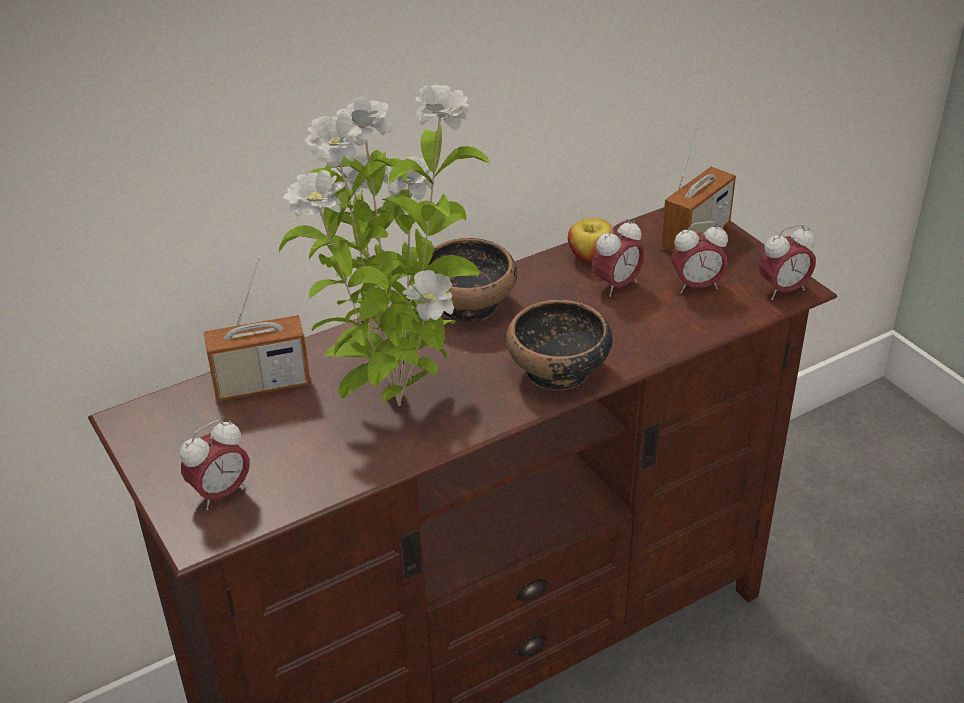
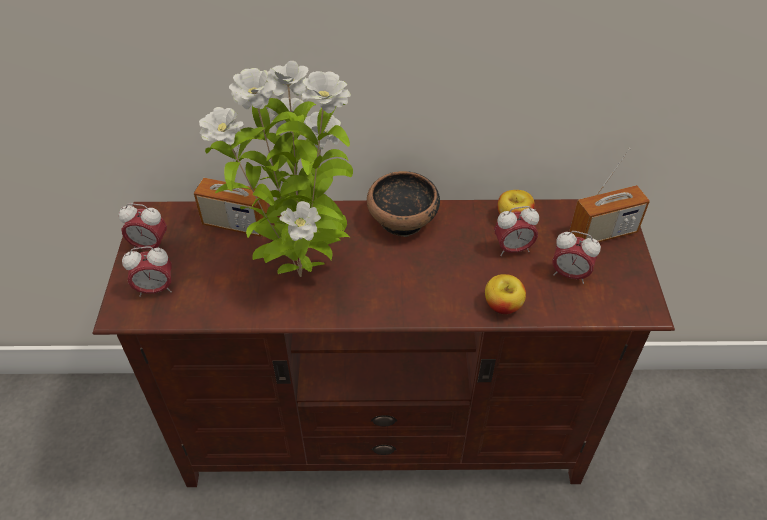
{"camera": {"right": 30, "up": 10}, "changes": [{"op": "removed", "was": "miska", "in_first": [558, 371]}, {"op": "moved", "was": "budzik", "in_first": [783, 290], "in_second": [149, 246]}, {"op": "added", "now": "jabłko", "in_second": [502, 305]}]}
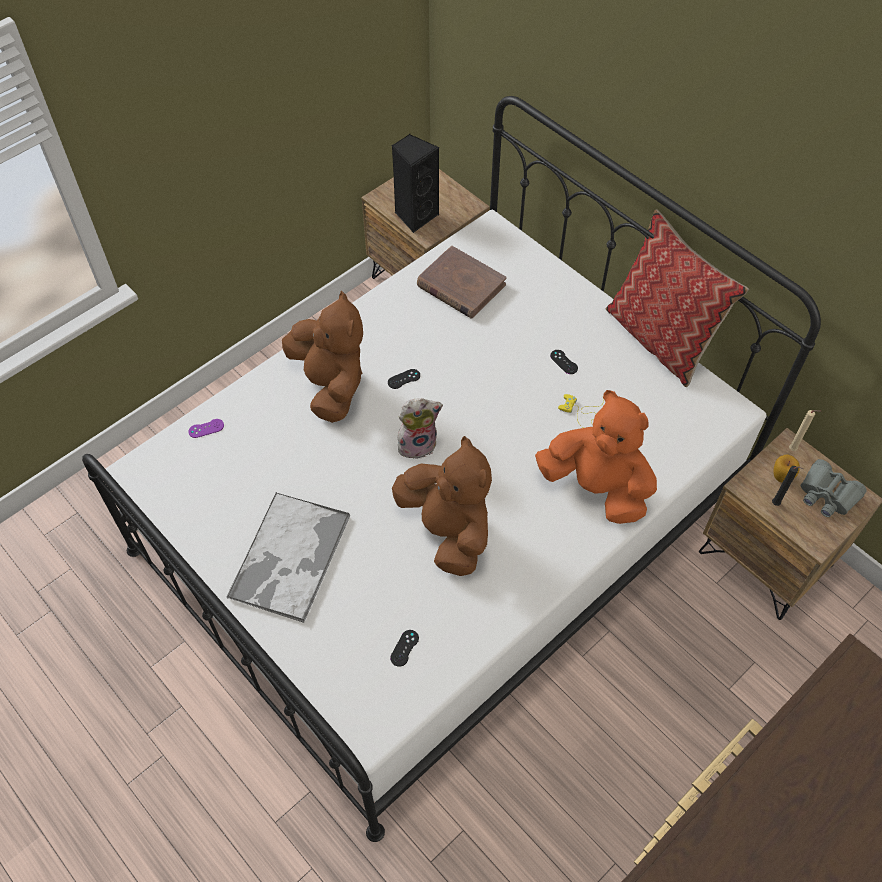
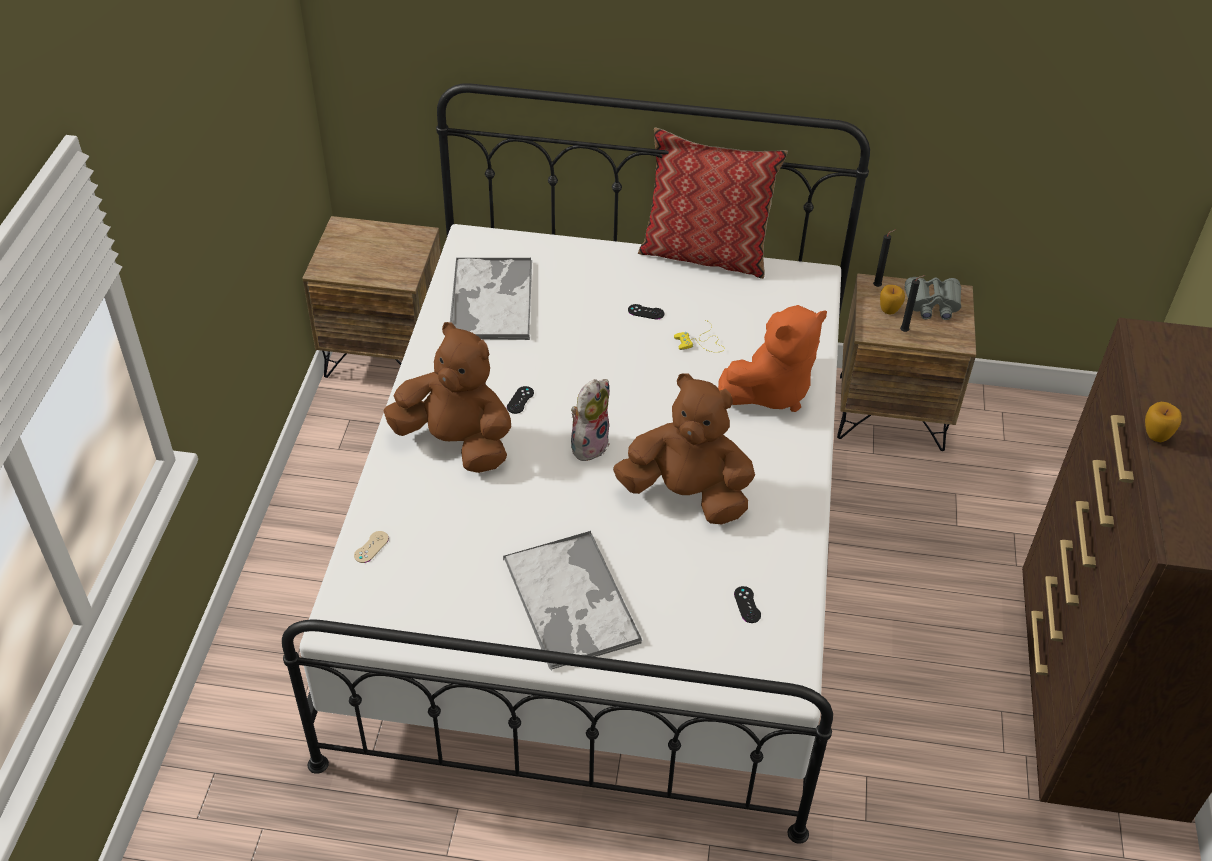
{"camera": {"right": -40, "up": -10}, "changes": [{"op": "recoloured", "was": "pad do gier (fioletowy)", "now": "pad do gier (beżowy)", "in_first": [206, 428], "in_second": [371, 547]}, {"op": "removed", "was": "głośnik (czarny)", "in_first": [415, 215]}, {"op": "replaced", "was": "książka (brązowy)", "now": "taca", "in_first": [460, 286], "in_second": [491, 299]}, {"op": "turned", "was": "pluszak (pomarańczowy)", "in_first": [596, 487], "in_second": [771, 390], "clockwise": 150}, {"op": "recoloured", "was": "świeca (beżowy)", "now": "świeca (czarny)", "in_first": [793, 450], "in_second": [878, 286]}, {"op": "added", "now": "jabłko", "in_second": [1155, 436]}]}
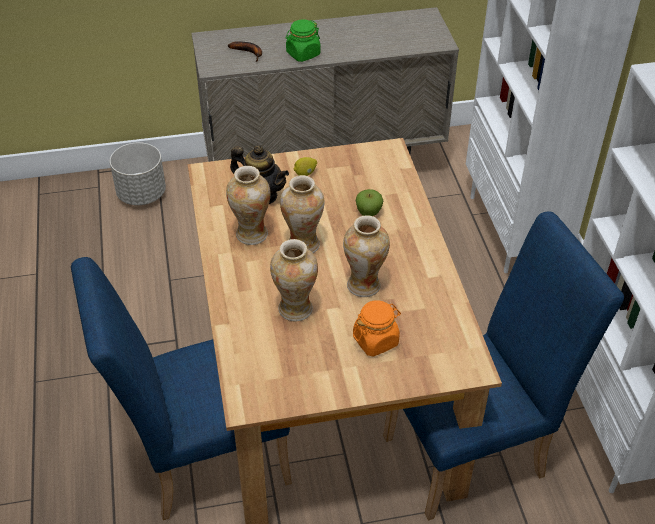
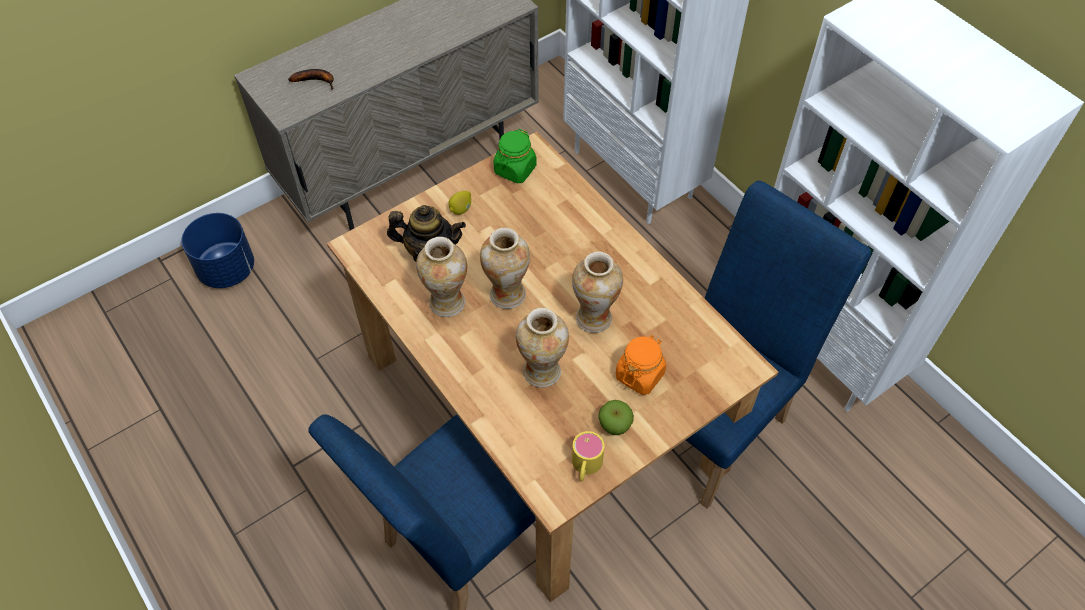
{"camera": {"right": -25, "up": 10}, "changes": [{"op": "recoloured", "was": "donica (szary)", "now": "donica (niebieski)", "in_first": [142, 194], "in_second": [227, 269]}, {"op": "moved", "was": "słoik (zielony)", "in_first": [303, 54], "in_second": [515, 170]}, {"op": "moved", "was": "jabłko", "in_first": [368, 213], "in_second": [614, 426]}, {"op": "added", "now": "kubek (żółty)", "in_second": [585, 467]}]}
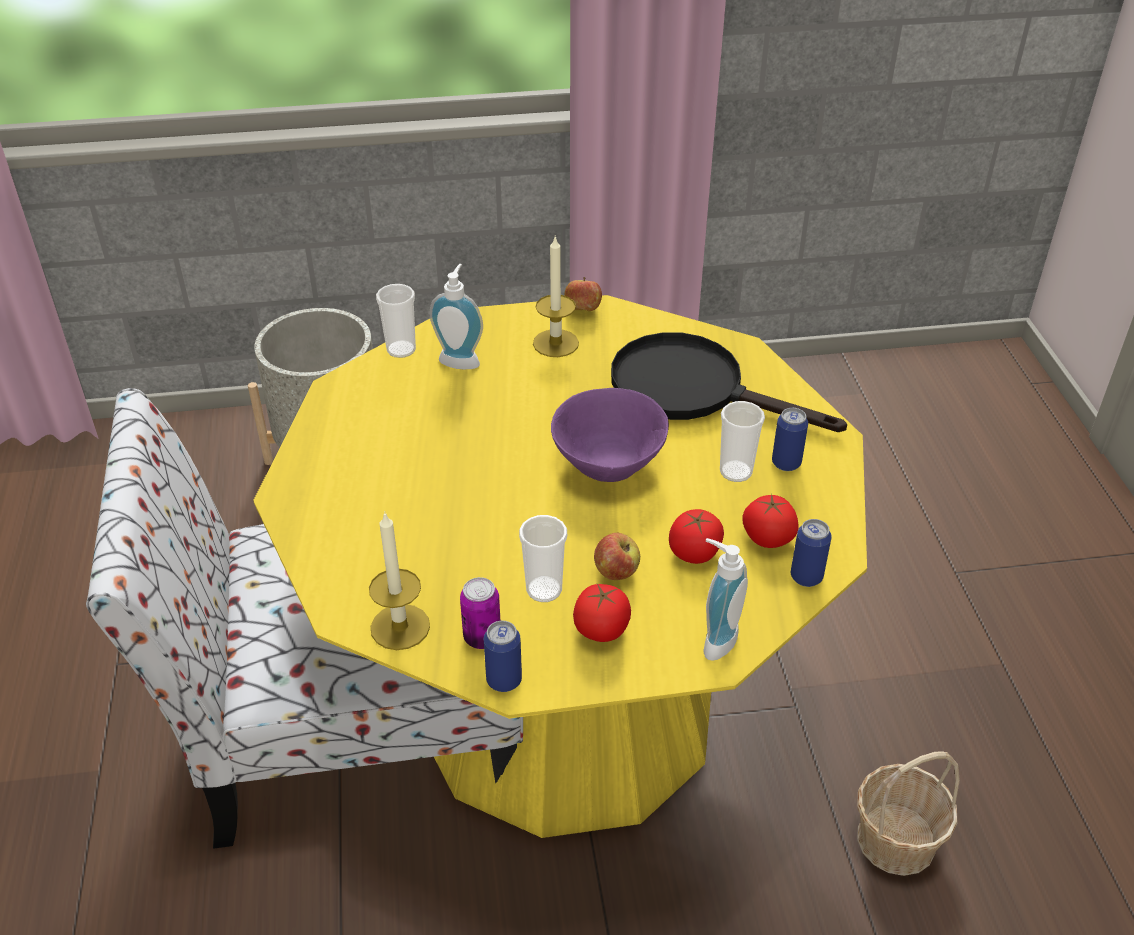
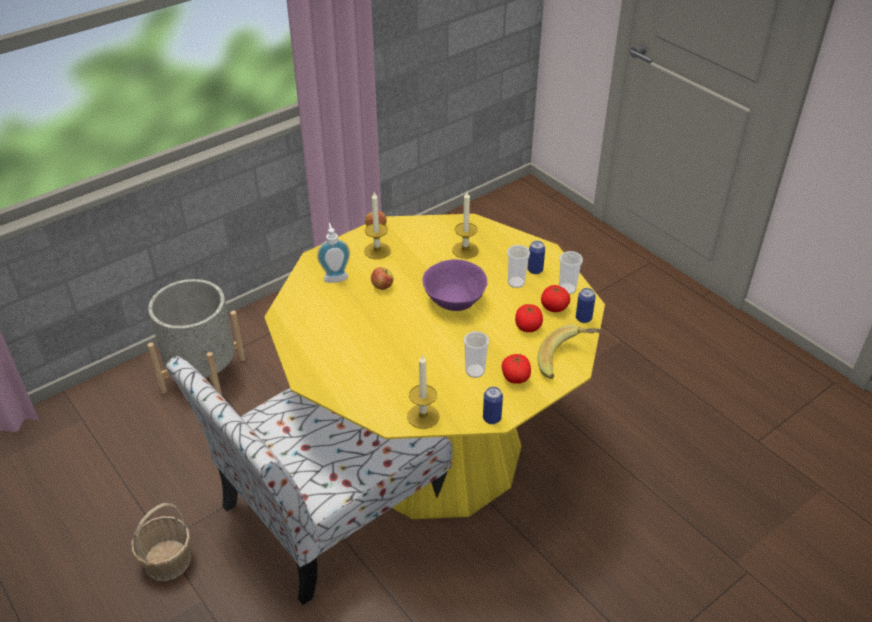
{"camera": {"right": -30, "up": 0}, "changes": [{"op": "moved", "was": "filiżanka", "in_first": [401, 349], "in_second": [567, 289]}, {"op": "removed", "was": "puszka", "in_first": [482, 637]}, {"op": "moved", "was": "jabłko", "in_first": [616, 572], "in_second": [382, 286]}, {"op": "replaced", "was": "patelnia (czarny)", "now": "świeca", "in_first": [694, 389], "in_second": [465, 250]}, {"op": "replaced", "was": "dozownik mydła", "now": "banan", "in_first": [715, 639], "in_second": [567, 361]}, {"op": "moved", "was": "koszyk", "in_first": [895, 840], "in_second": [167, 561]}]}
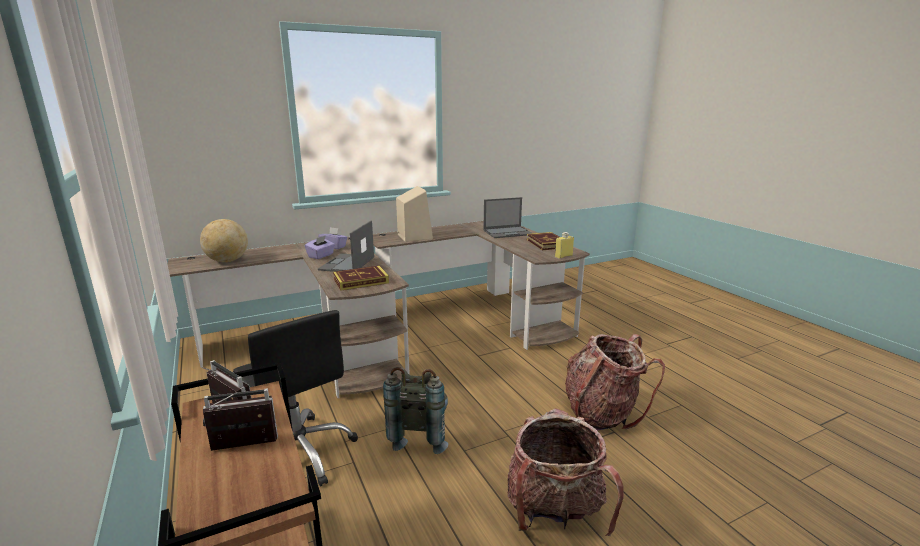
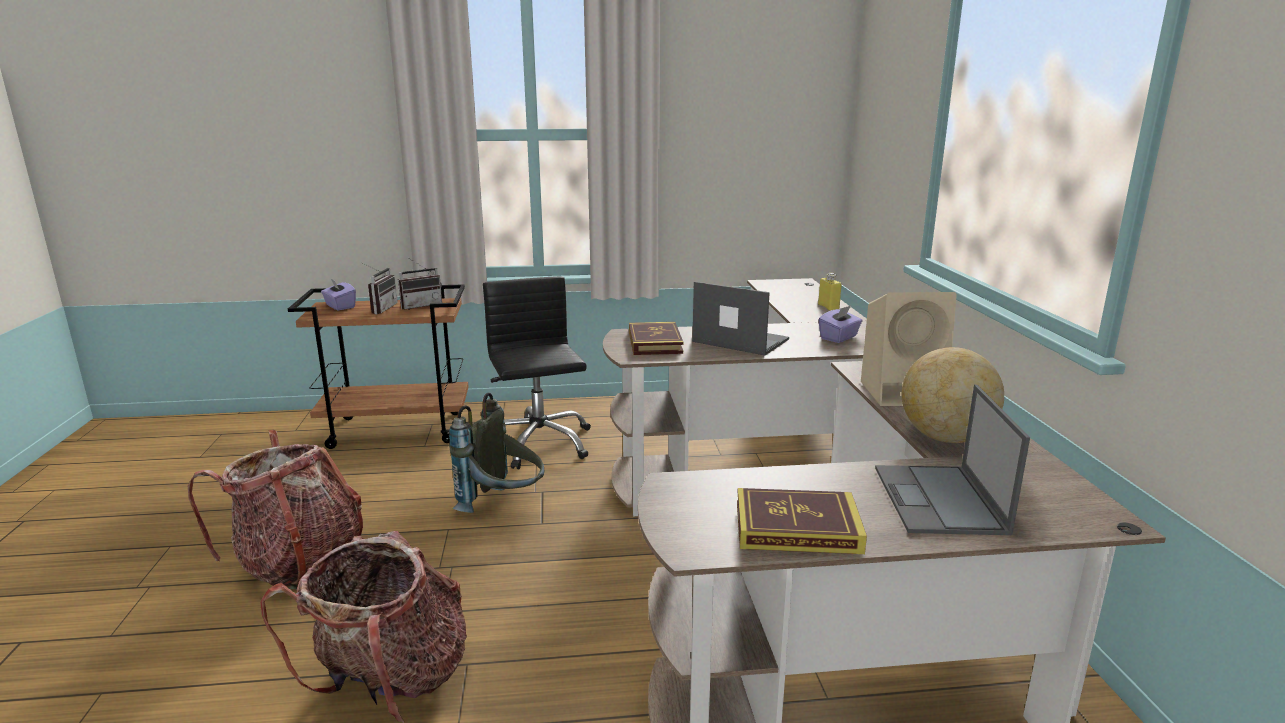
{"camera": {"right": 110, "up": 0}, "changes": [{"op": "moved", "was": "globus", "in_first": [227, 261], "in_second": [945, 438]}, {"op": "turned", "was": "krzesło biurowe (czarny)", "in_first": [300, 453], "in_second": [539, 443], "clockwise": 90}, {"op": "moved", "was": "pudełko chusteczek (fioletowy)", "in_first": [321, 256], "in_second": [340, 306]}, {"op": "moved", "was": "butelka (żółty)", "in_first": [563, 256], "in_second": [828, 307]}]}
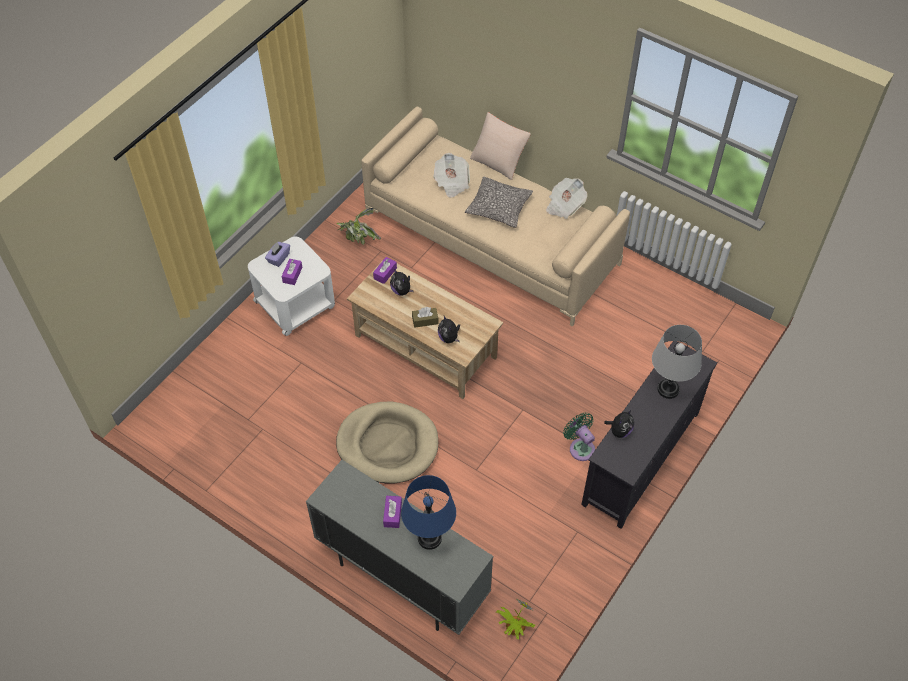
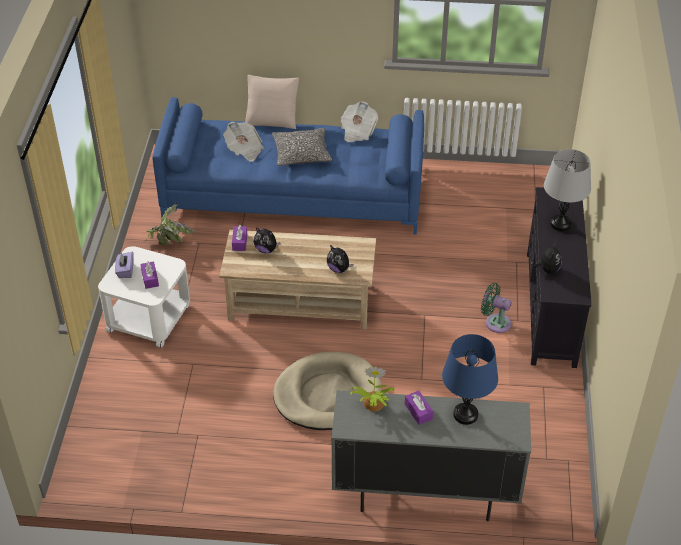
{"camera": {"right": -30, "up": -10}, "changes": [{"op": "recoloured", "was": "kanapa (beżowy)", "now": "kanapa (niebieski)", "in_first": [491, 239], "in_second": [293, 195]}, {"op": "removed", "was": "pudełko chusteczek (brązowy)", "in_first": [425, 320]}, {"op": "moved", "was": "roślina doniczkowa", "in_first": [514, 626], "in_second": [372, 403]}]}
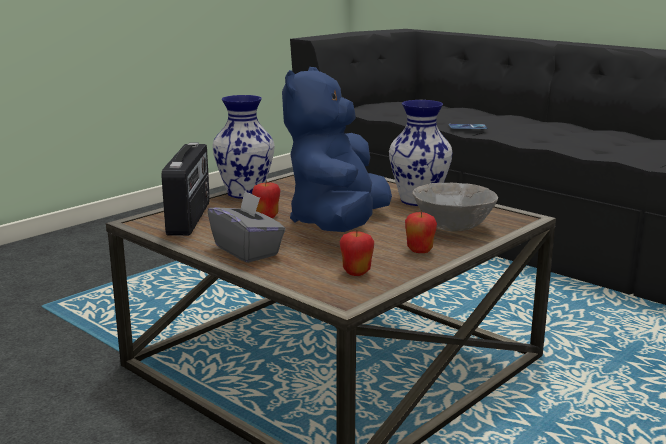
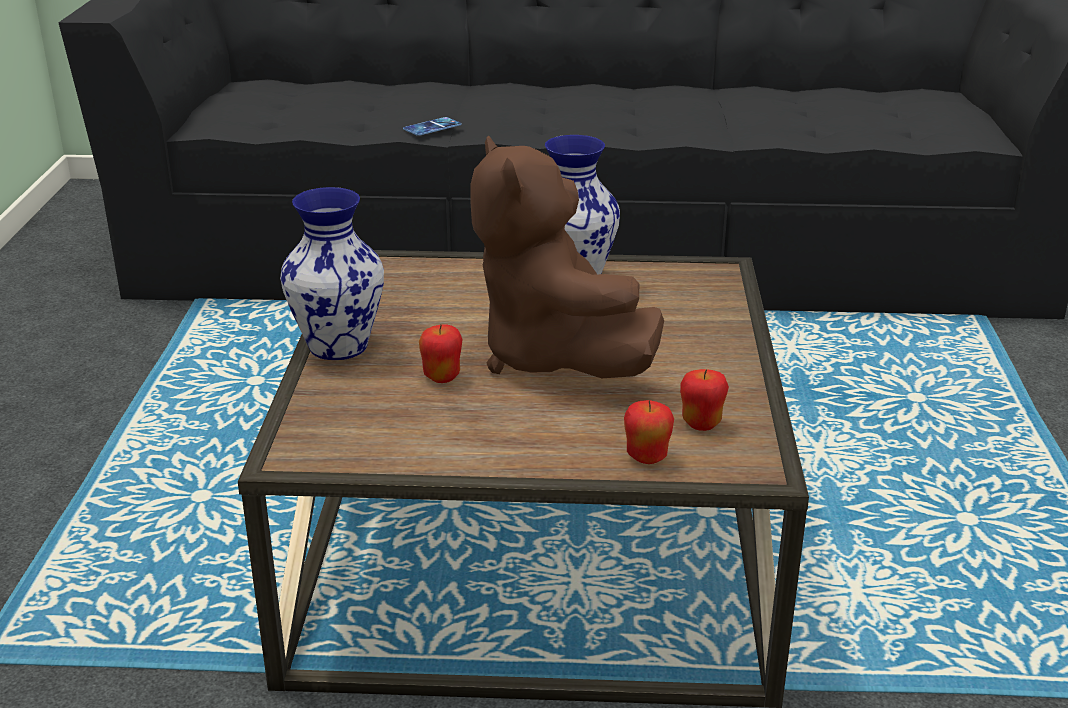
{"camera": {"right": -40, "up": 10}, "changes": [{"op": "removed", "was": "radio", "in_first": [190, 218]}, {"op": "removed", "was": "pudełko chusteczek (szary)", "in_first": [247, 251]}, {"op": "recoloured", "was": "pluszak (niebieski)", "now": "pluszak (brązowy)", "in_first": [338, 225], "in_second": [554, 357]}, {"op": "moved", "was": "jabłko", "in_first": [419, 251], "in_second": [647, 458]}, {"op": "removed", "was": "miska (szary)", "in_first": [452, 227]}]}
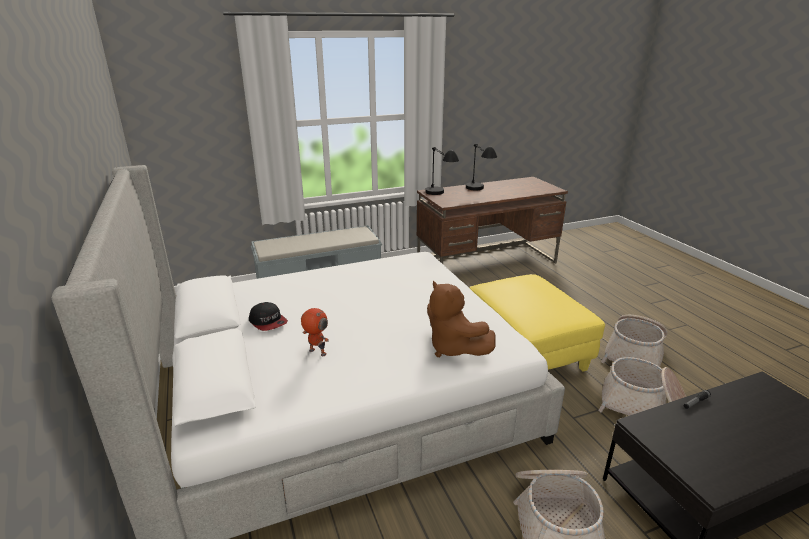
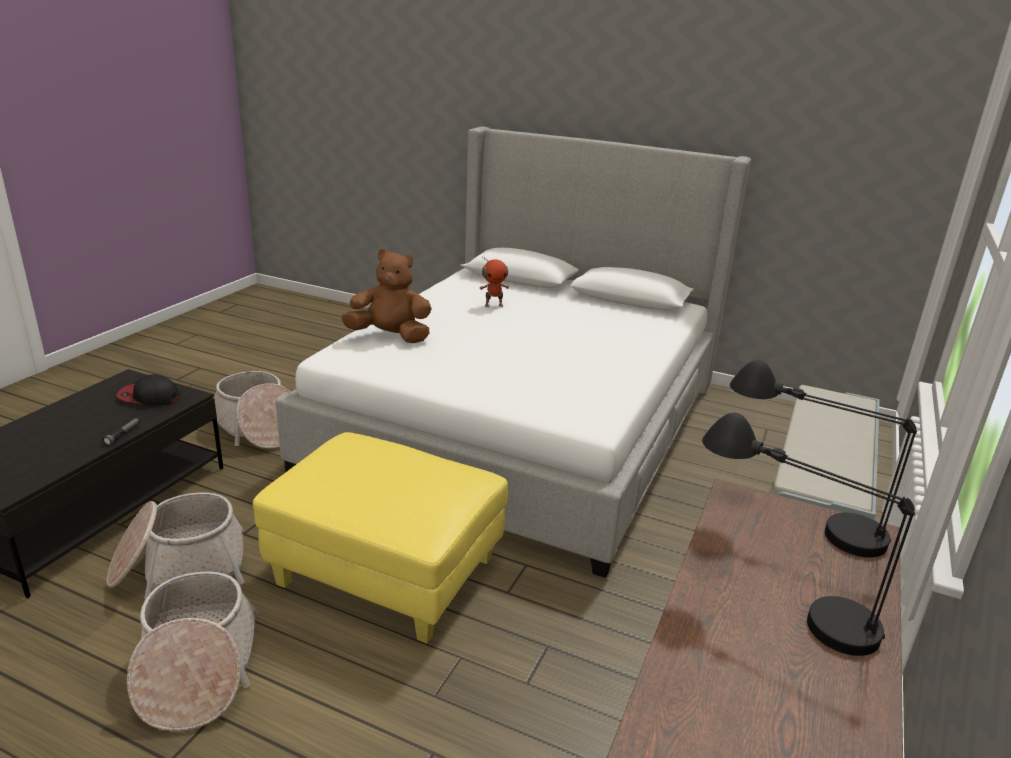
{"camera": {"right": 135, "up": 0}, "changes": [{"op": "moved", "was": "czapka z daszkiem", "in_first": [268, 322], "in_second": [148, 397]}]}
